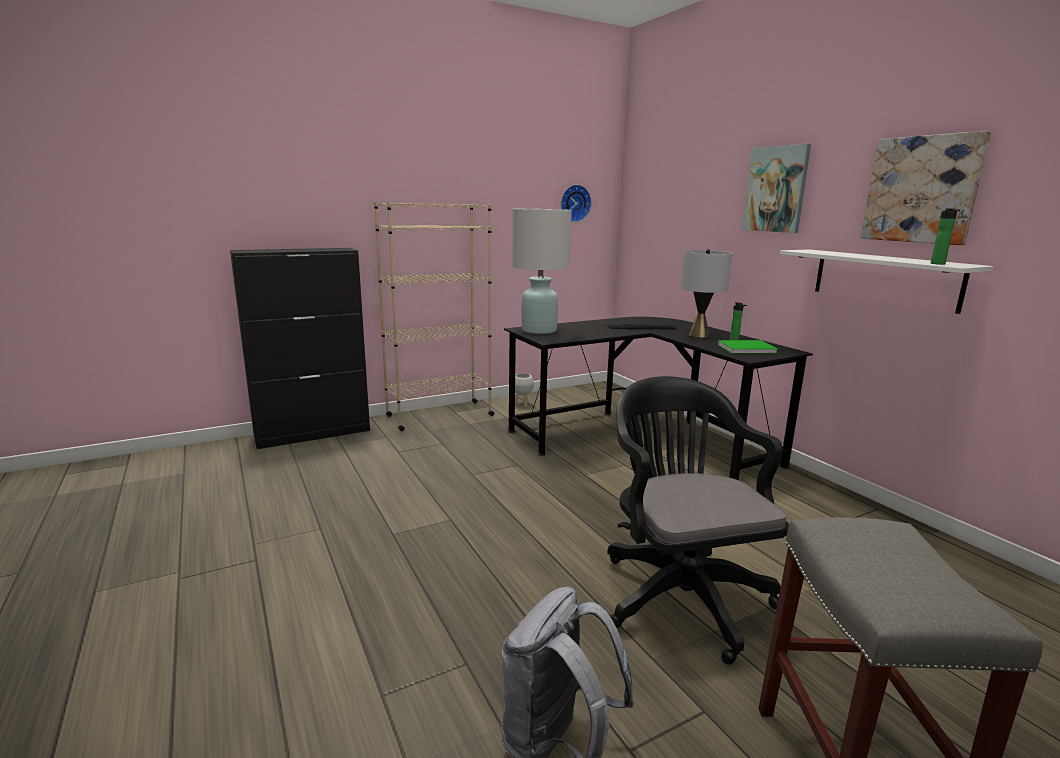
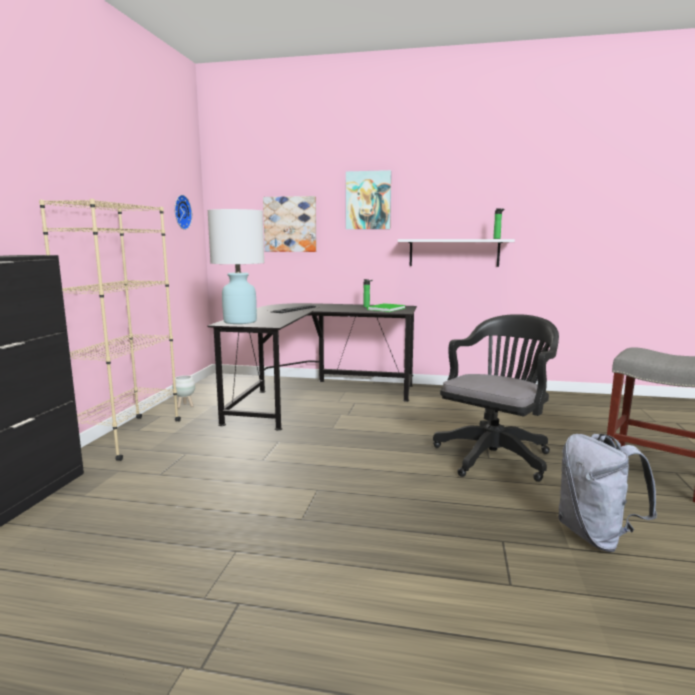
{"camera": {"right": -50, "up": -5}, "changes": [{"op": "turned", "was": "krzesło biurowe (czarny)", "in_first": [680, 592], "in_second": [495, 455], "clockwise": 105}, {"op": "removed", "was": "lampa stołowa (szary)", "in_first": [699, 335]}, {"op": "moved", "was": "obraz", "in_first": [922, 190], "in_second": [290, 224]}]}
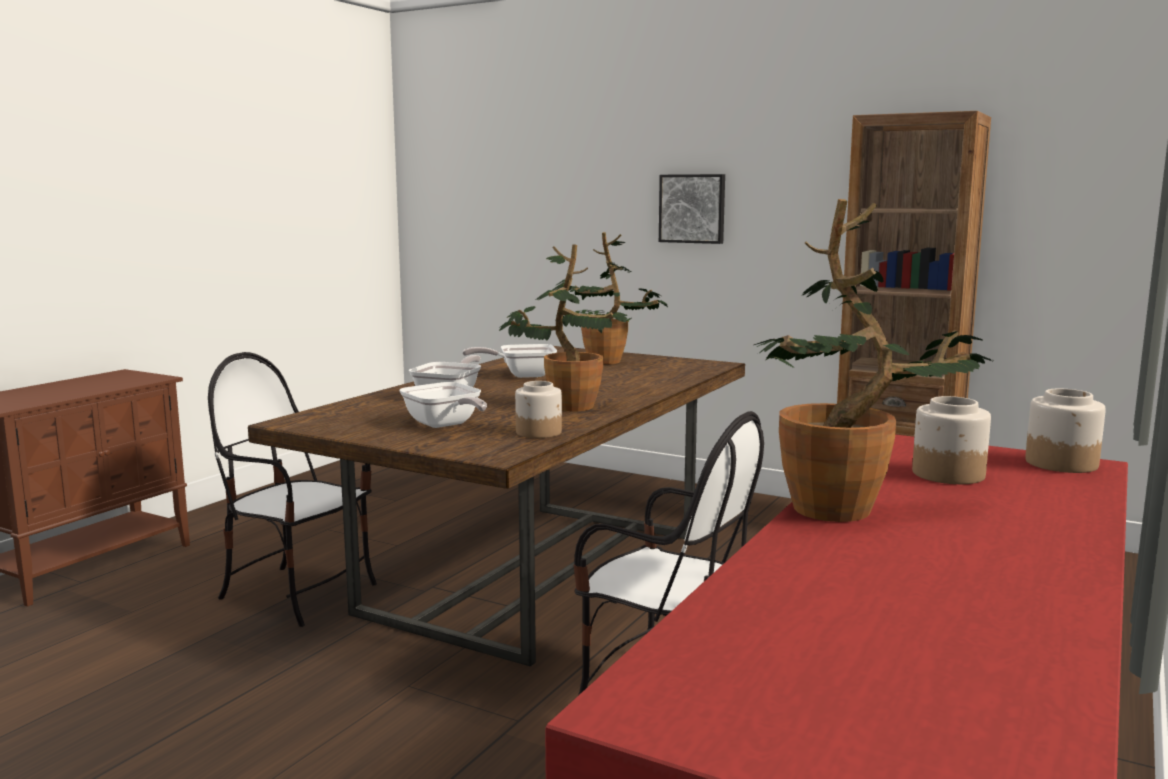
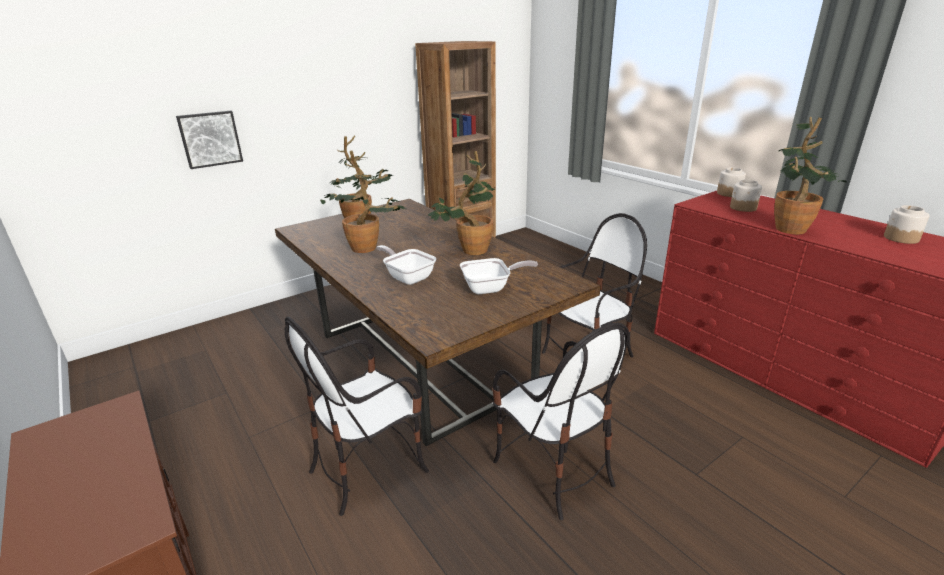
{"camera": {"right": -65, "up": 15}, "changes": [{"op": "replaced", "was": "patelnia", "now": "roślina doniczkowa", "in_first": [521, 375], "in_second": [368, 249]}, {"op": "moved", "was": "słoik", "in_first": [539, 432], "in_second": [901, 238]}, {"op": "moved", "was": "obraz", "in_first": [692, 208], "in_second": [210, 139]}, {"op": "added", "now": "krzesło", "in_second": [553, 470]}]}
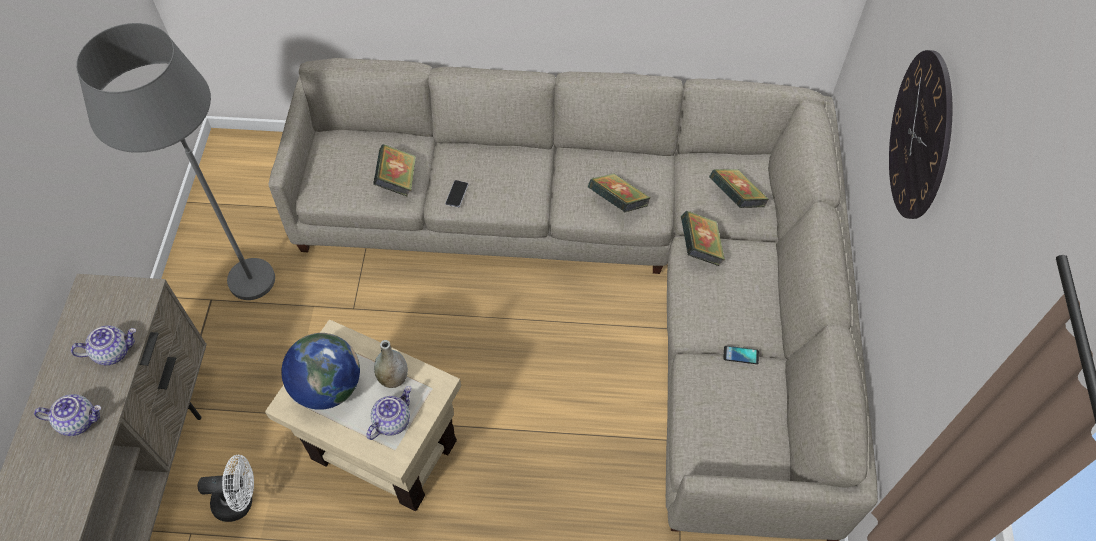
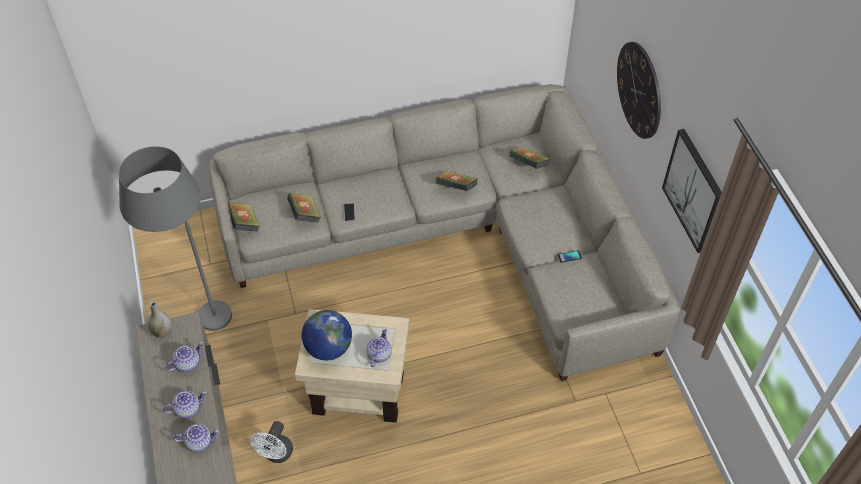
{"camera": {"right": -20, "up": -5}, "changes": [{"op": "turned", "was": "wentylator (biały)", "in_first": [240, 501], "in_second": [276, 455], "clockwise": 135}, {"op": "moved", "was": "wazon (szary)", "in_first": [393, 378], "in_second": [162, 332]}, {"op": "moved", "was": "książka", "in_first": [700, 248], "in_second": [244, 224]}, {"op": "added", "now": "imbryk", "in_second": [199, 442]}, {"op": "added", "now": "obraz", "in_second": [694, 190]}]}
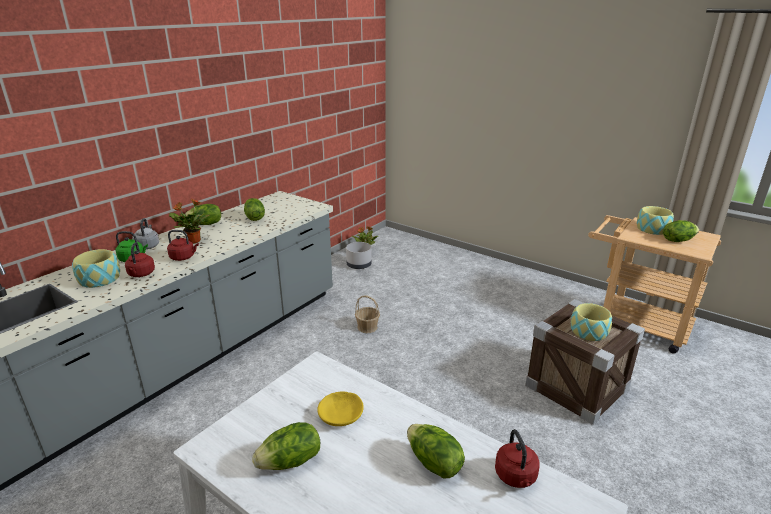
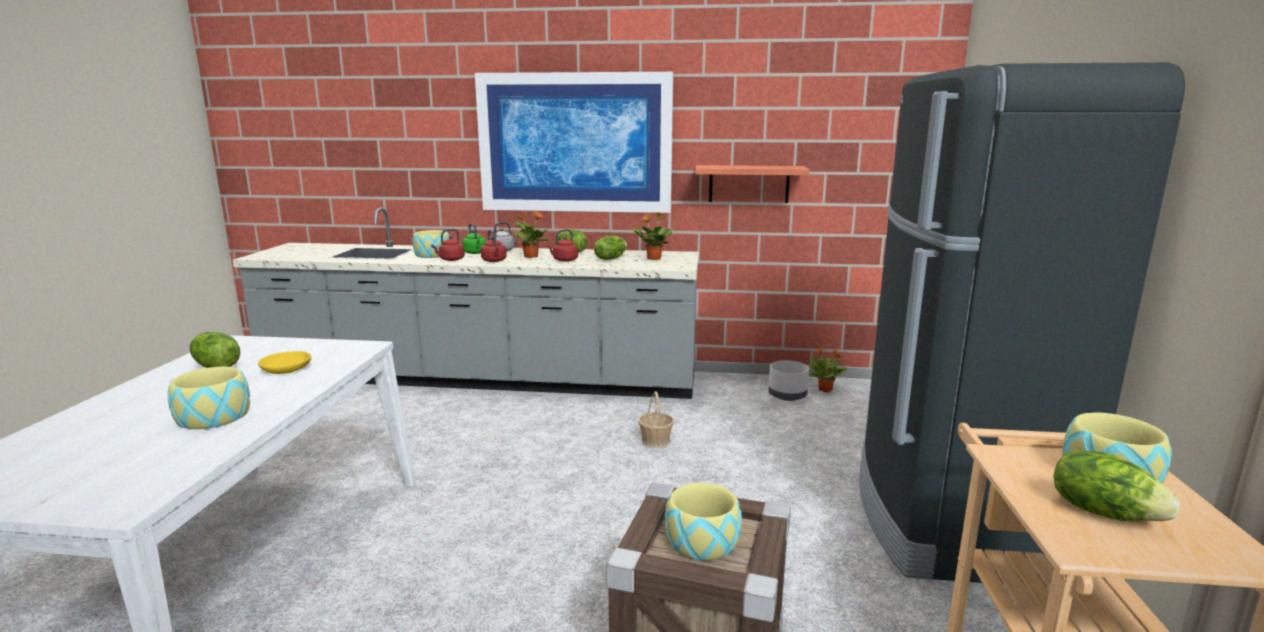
{"camera": {"right": 60, "up": -10}, "changes": [{"op": "replaced", "was": "sałata", "now": "miska", "in_first": [433, 463], "in_second": [212, 416]}, {"op": "moved", "was": "czajnik (czerwony)", "in_first": [516, 477], "in_second": [564, 260]}, {"op": "added", "now": "obraz", "in_second": [575, 143]}, {"op": "added", "now": "roślina doniczkowa", "in_second": [653, 258]}, {"op": "added", "now": "półka", "in_second": [749, 184]}, {"op": "added", "now": "lodówka (czarny)", "in_second": [949, 523]}]}
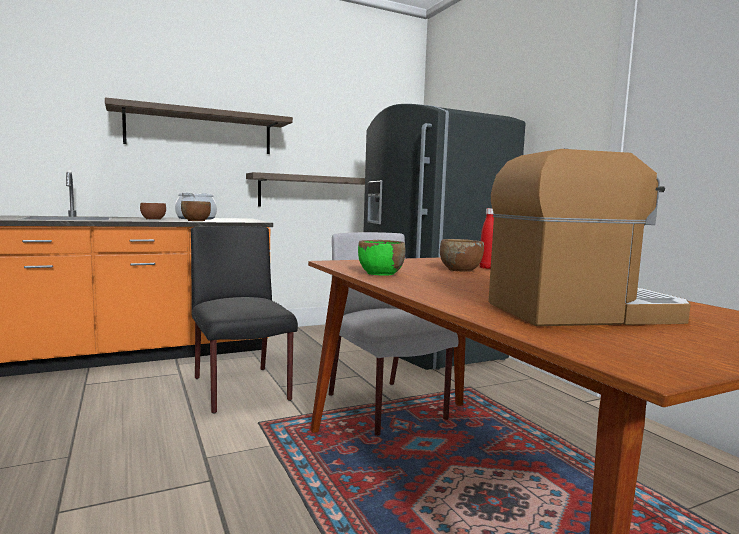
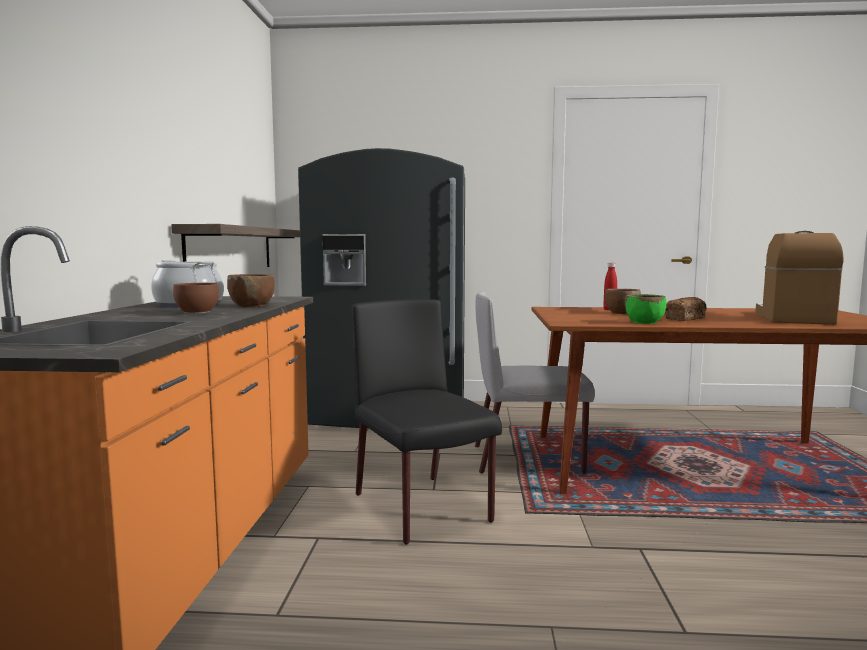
{"camera": {"right": -60, "up": 0}, "changes": [{"op": "removed", "was": "półka", "in_first": [200, 131]}, {"op": "turned", "was": "krzesło (czarny)", "in_first": [242, 389], "in_second": [423, 508], "clockwise": 60}, {"op": "added", "now": "chleb", "in_second": [685, 319]}]}
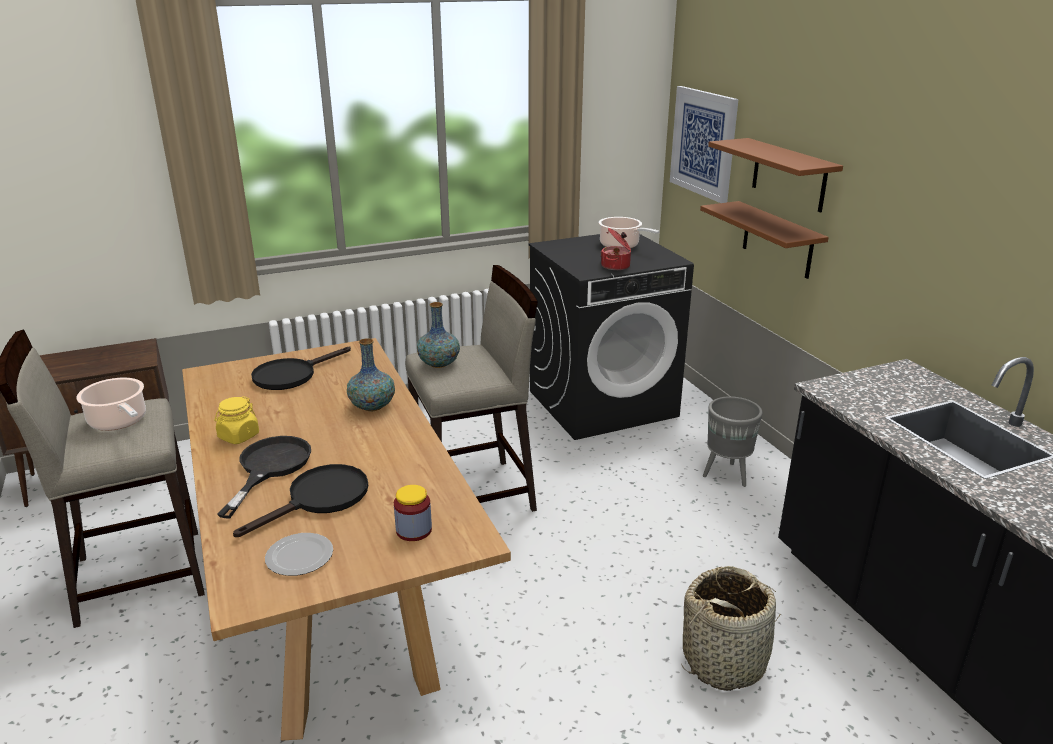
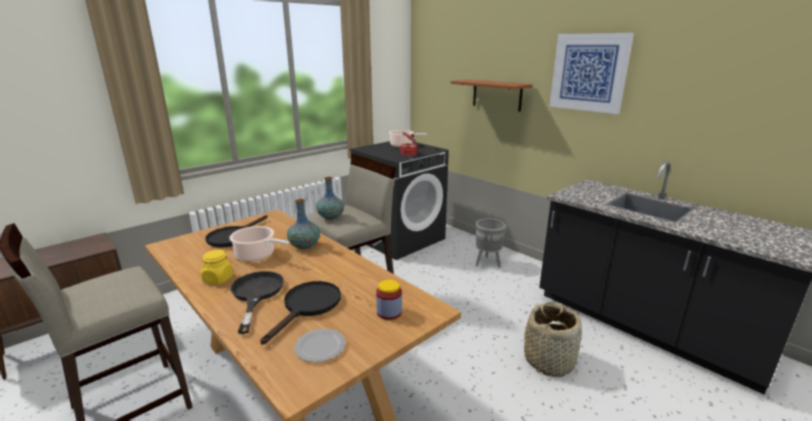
{"camera": {"right": -20, "up": -5}, "changes": [{"op": "moved", "was": "garnek", "in_first": [119, 421], "in_second": [257, 255]}, {"op": "moved", "was": "obraz", "in_first": [703, 143], "in_second": [588, 72]}, {"op": "removed", "was": "półka (brązowy)", "in_first": [777, 240]}]}
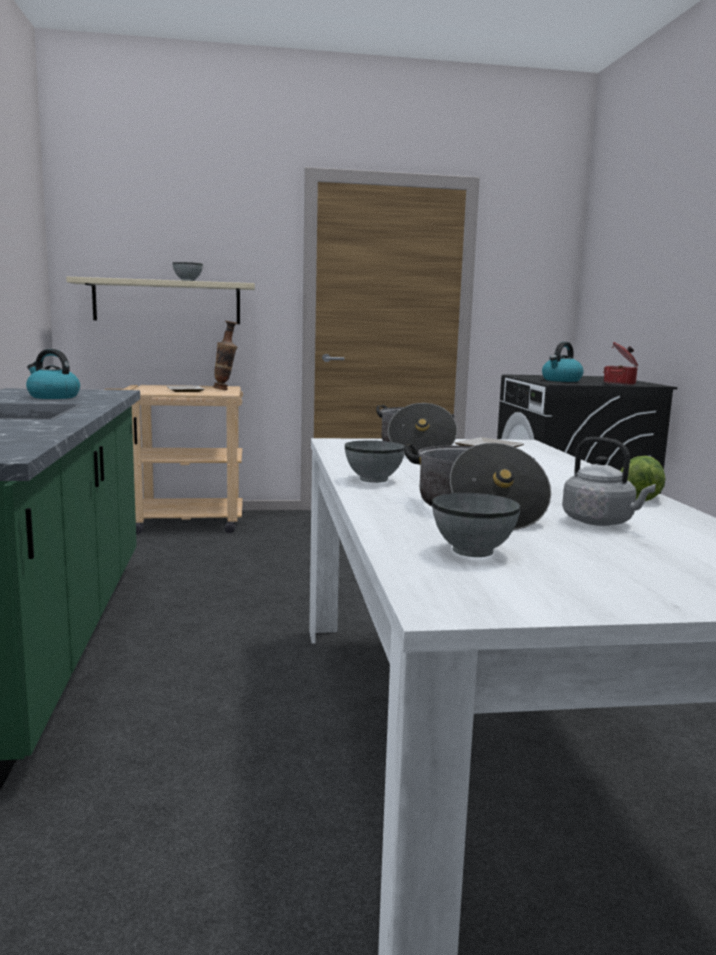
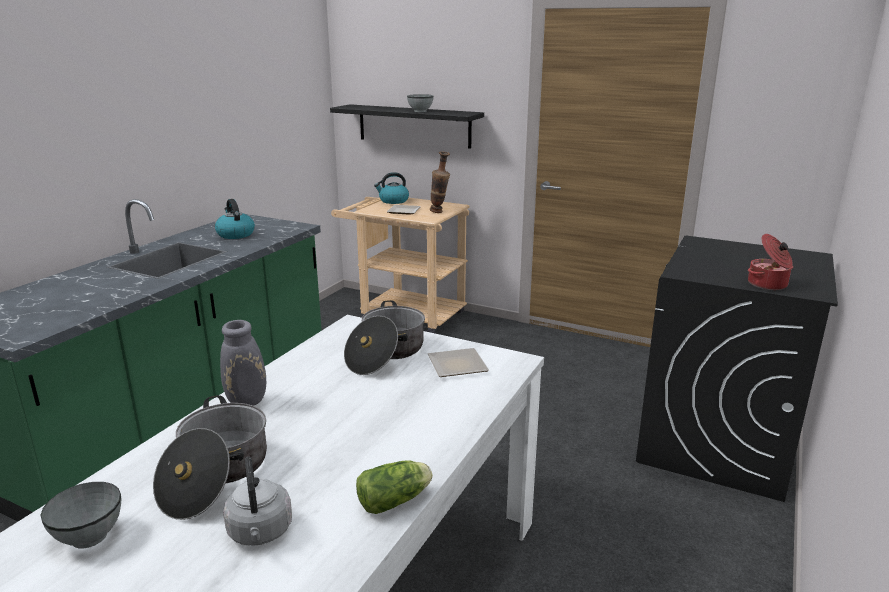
{"camera": {"right": 35, "up": 10}, "changes": [{"op": "recoloured", "was": "półka (beżowy)", "now": "półka (czarny)", "in_first": [167, 302], "in_second": [414, 126]}, {"op": "replaced", "was": "miska (szary)", "now": "wazon (szary)", "in_first": [374, 479], "in_second": [249, 401]}, {"op": "moved", "was": "czajnik", "in_first": [561, 380], "in_second": [393, 201]}]}
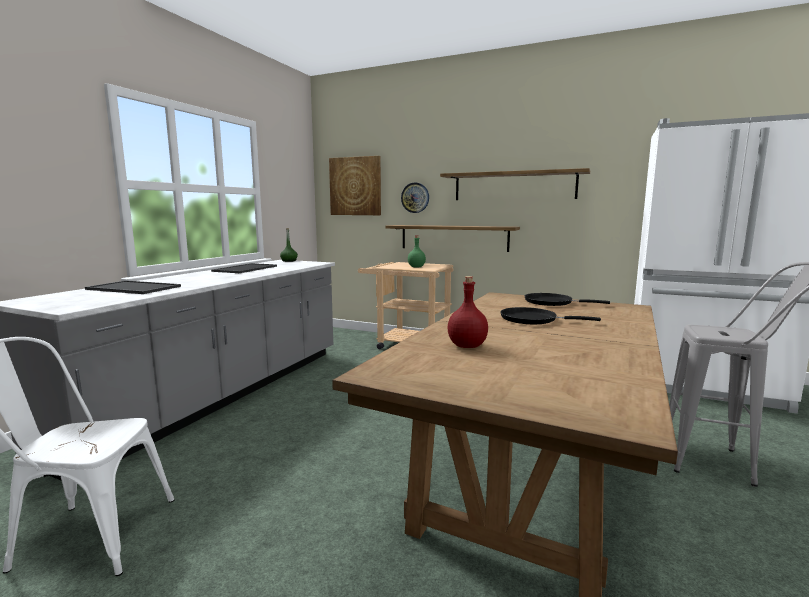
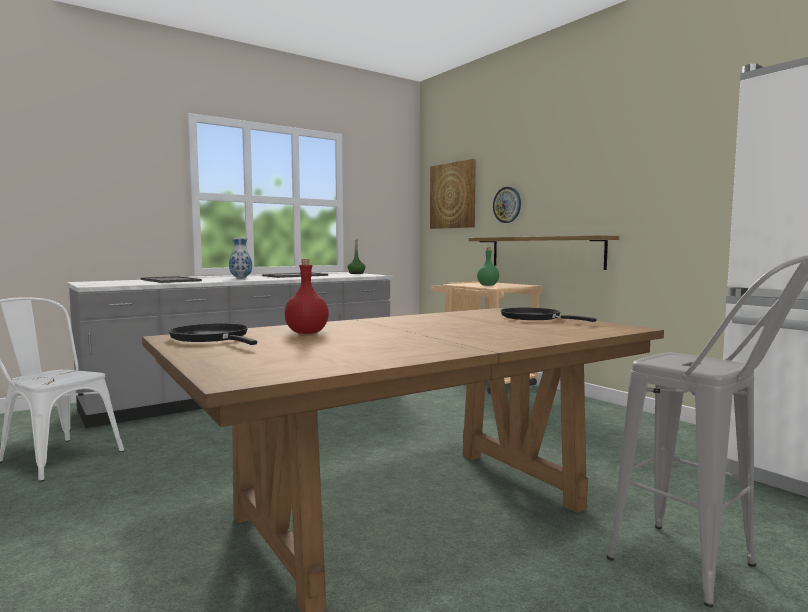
{"camera": {"right": 30, "up": -5}, "changes": [{"op": "removed", "was": "półka", "in_first": [514, 186]}, {"op": "moved", "was": "patelnia (czarny)", "in_first": [532, 319], "in_second": [212, 338]}, {"op": "added", "now": "wazon", "in_second": [241, 278]}]}
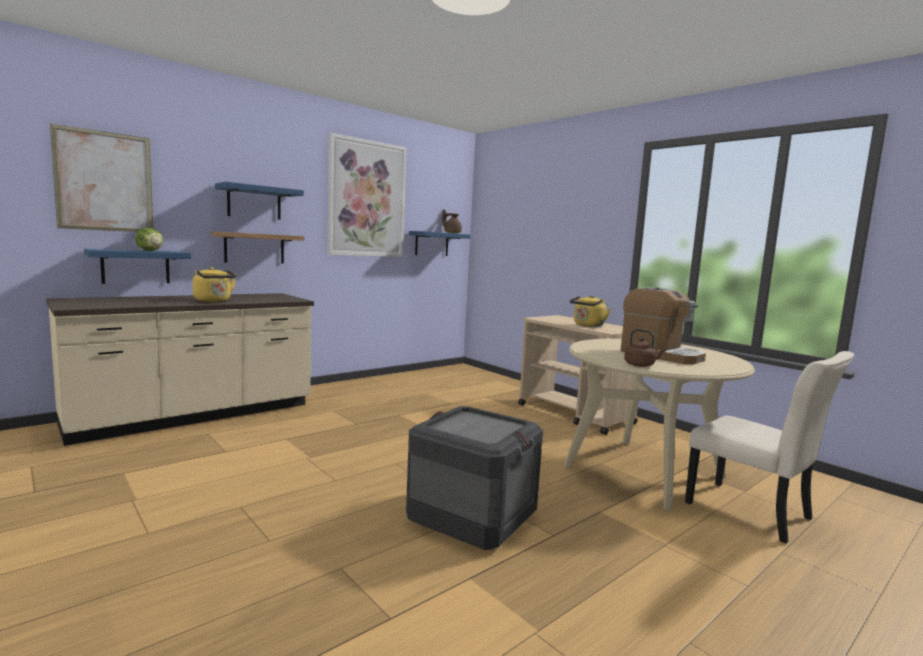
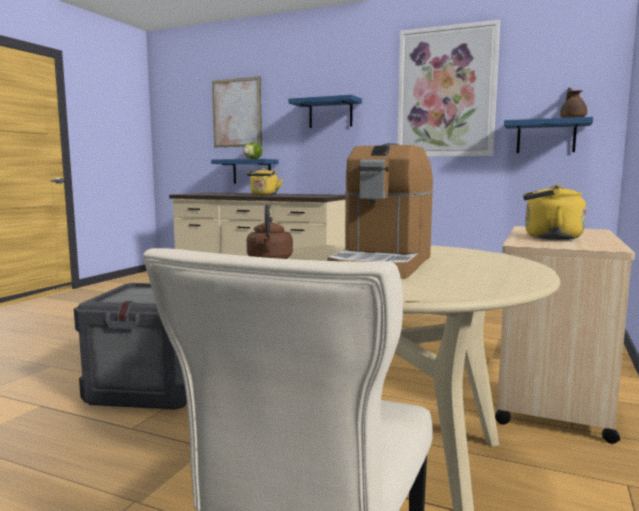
{"camera": {"right": 65, "up": 0}, "changes": [{"op": "removed", "was": "półka", "in_first": [254, 248]}]}
